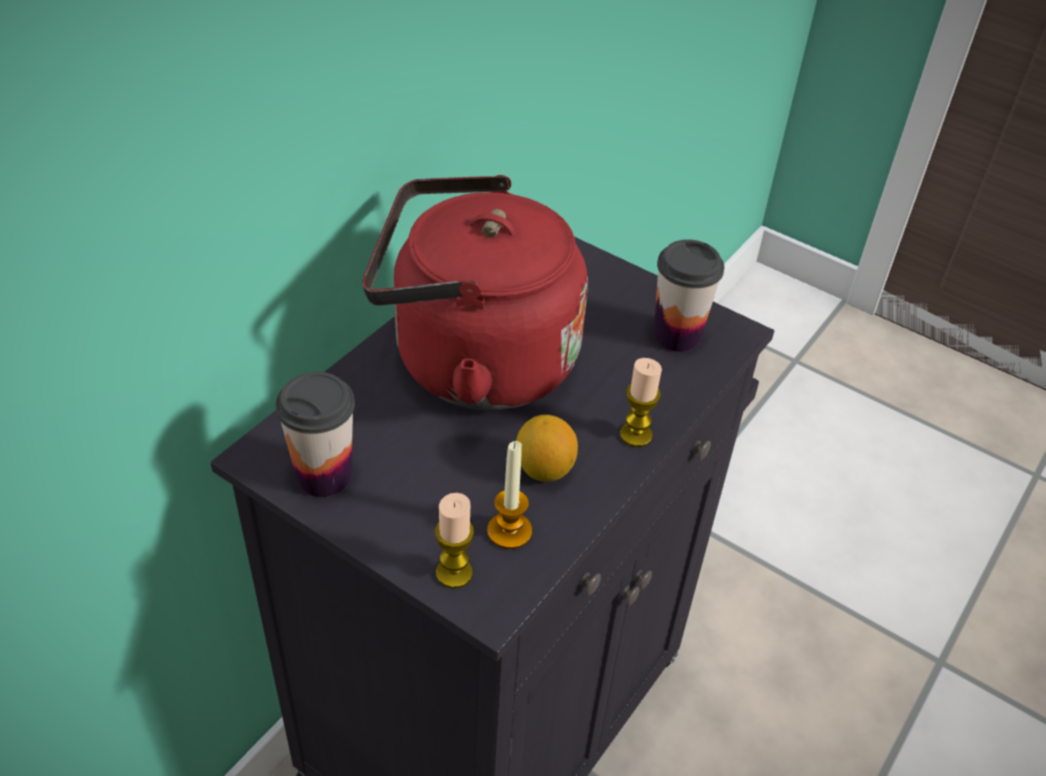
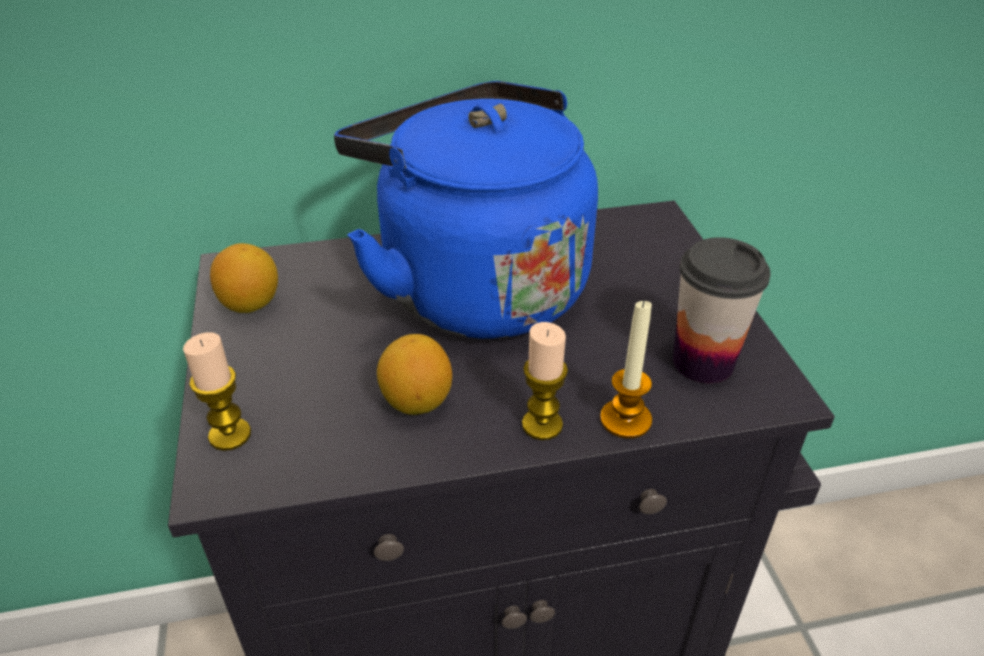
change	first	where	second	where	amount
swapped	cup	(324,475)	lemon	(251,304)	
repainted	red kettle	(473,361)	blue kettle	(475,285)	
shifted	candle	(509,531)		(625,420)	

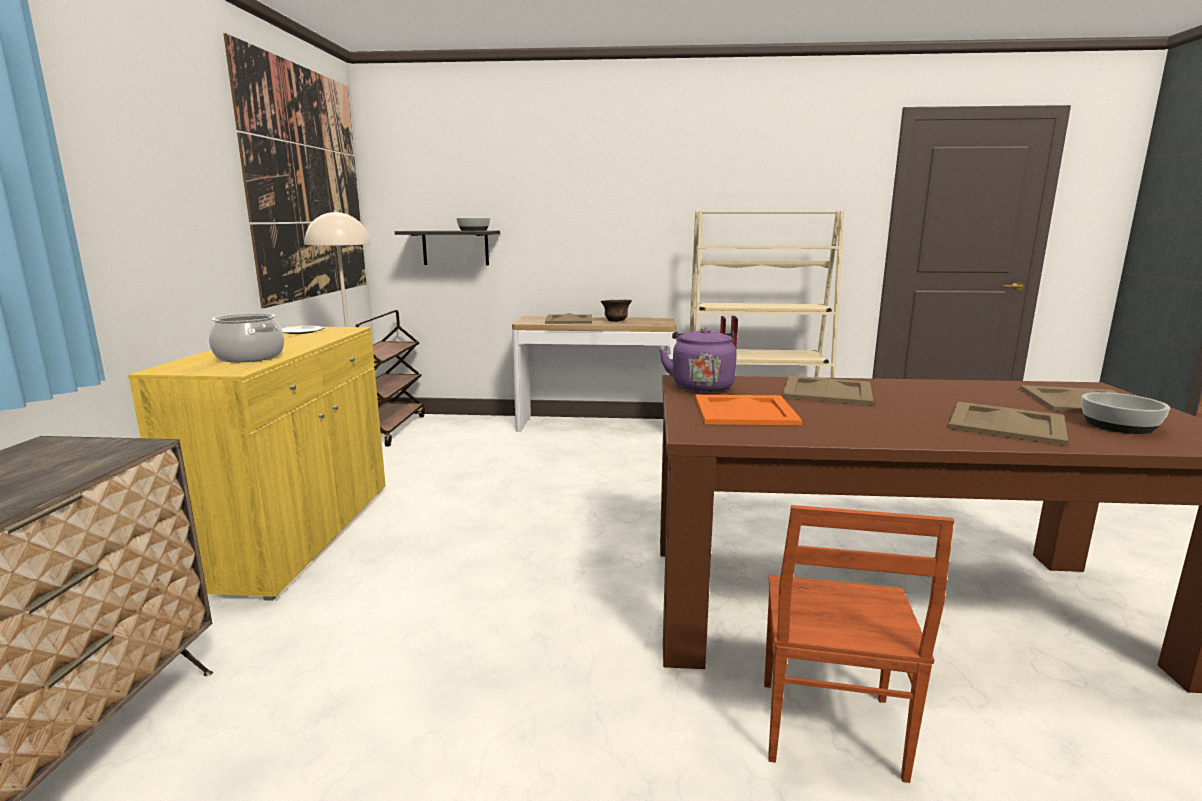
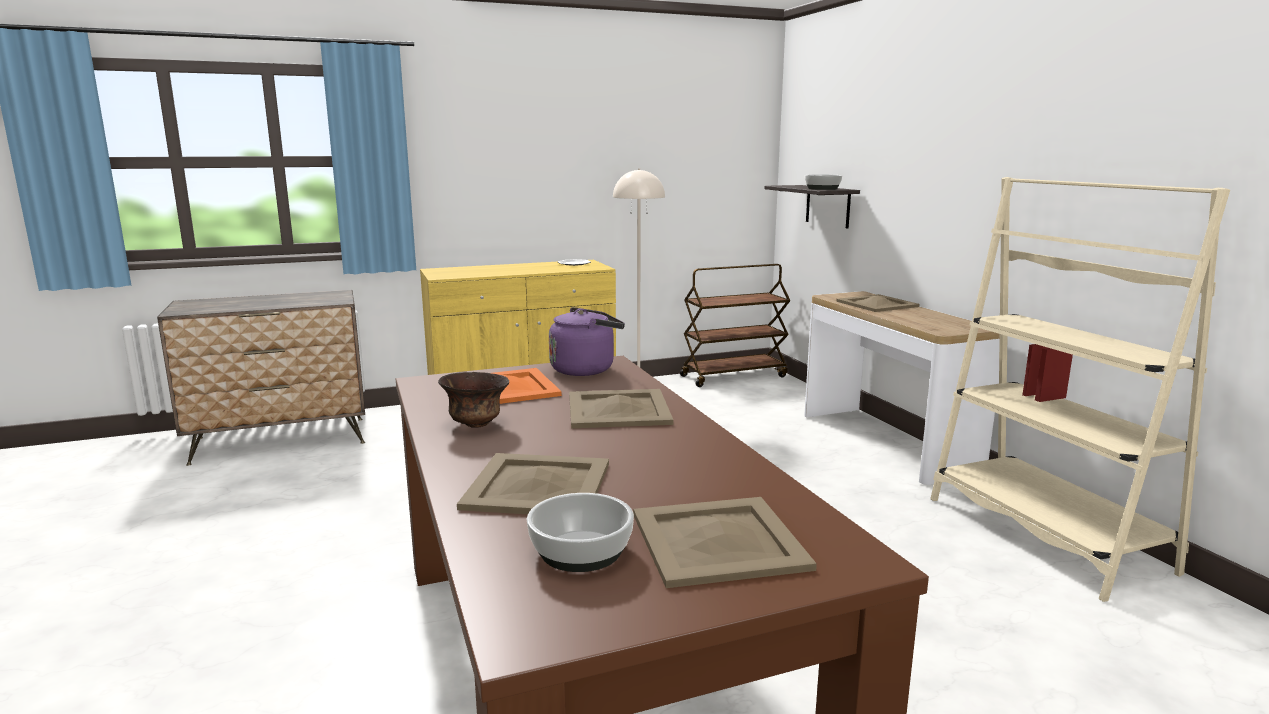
change	first	where	second	where	amount
shifted	brown bowl	(616,321)		(476,424)	
gone	cooking pot	(249,357)			
gone	picture	(308,184)			
gone	brown chair	(827,730)			

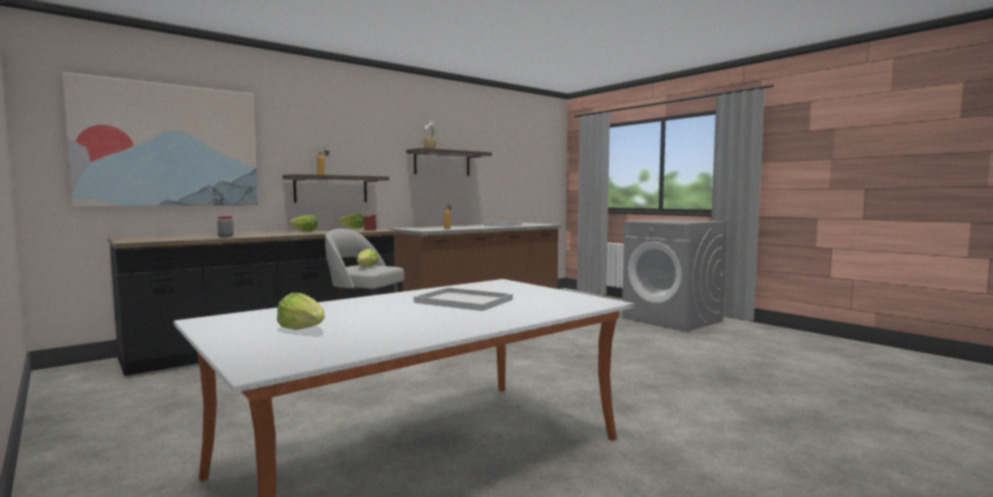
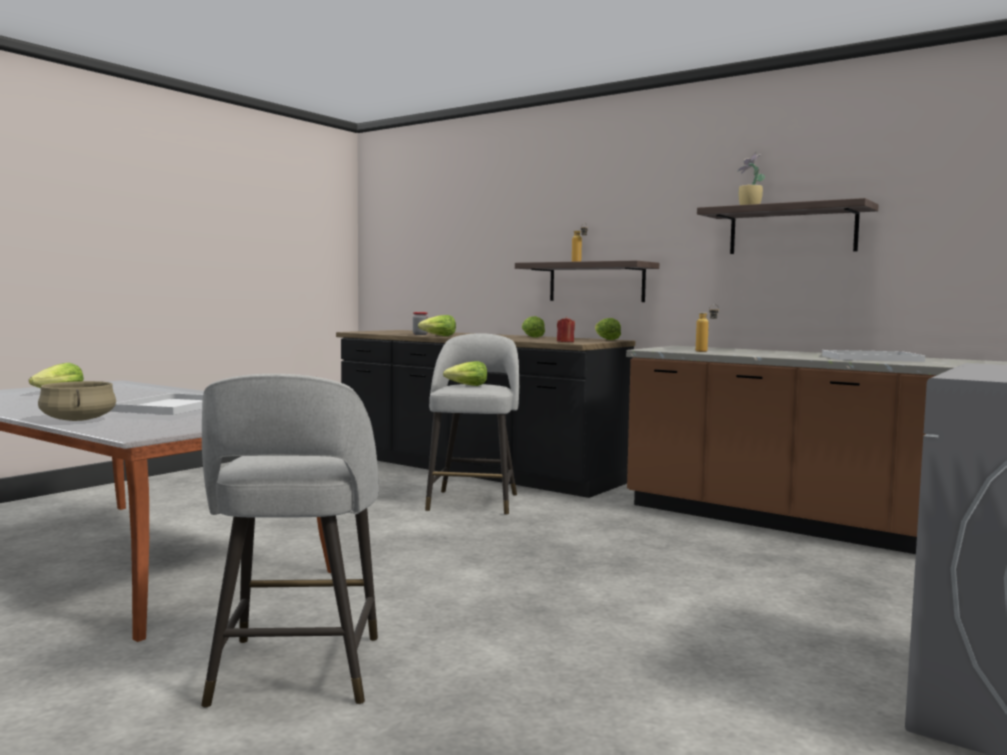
change	first	where	second	where	amount
new			beige cooking pot	(77,420)	
new			grey stool	(295,673)	
new			lettuce	(438,336)	
gone	picture	(169,145)			

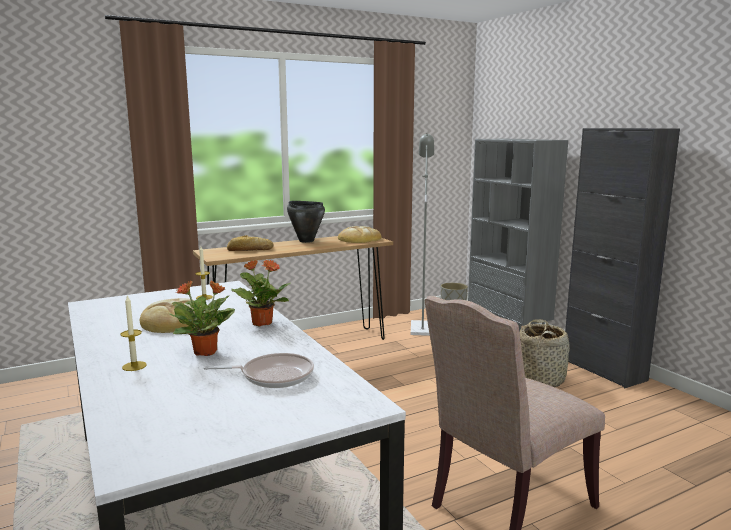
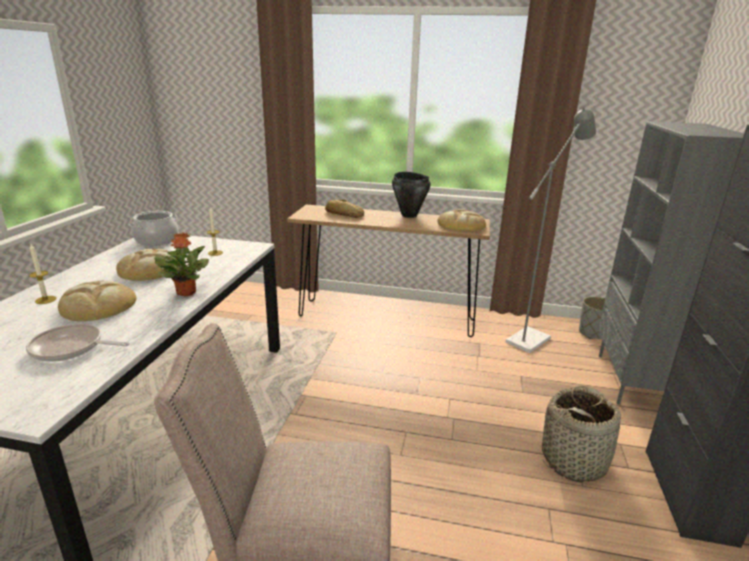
change	first	where	second	where	amount
rotated	frying pan	(273,376)		(71,348)	150 degrees clockwise
swapped	potted plant	(206,352)	bread	(98,306)	
new			cooking pot	(157,240)	

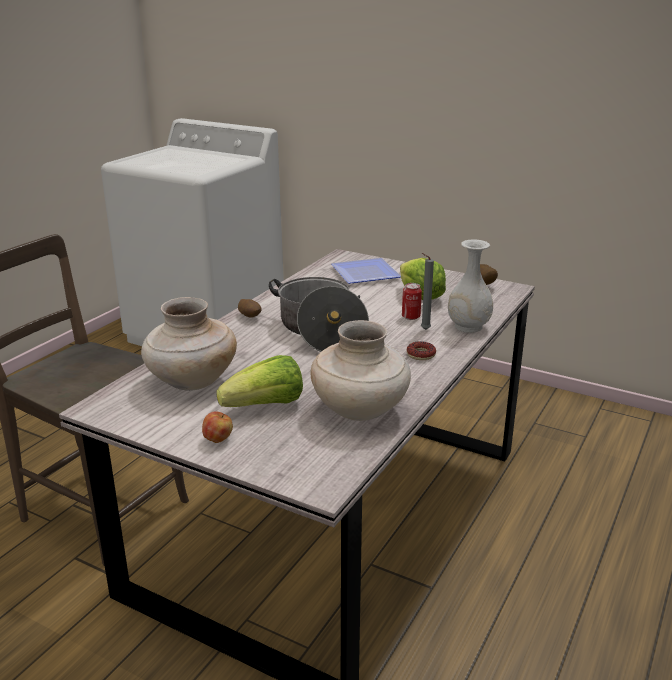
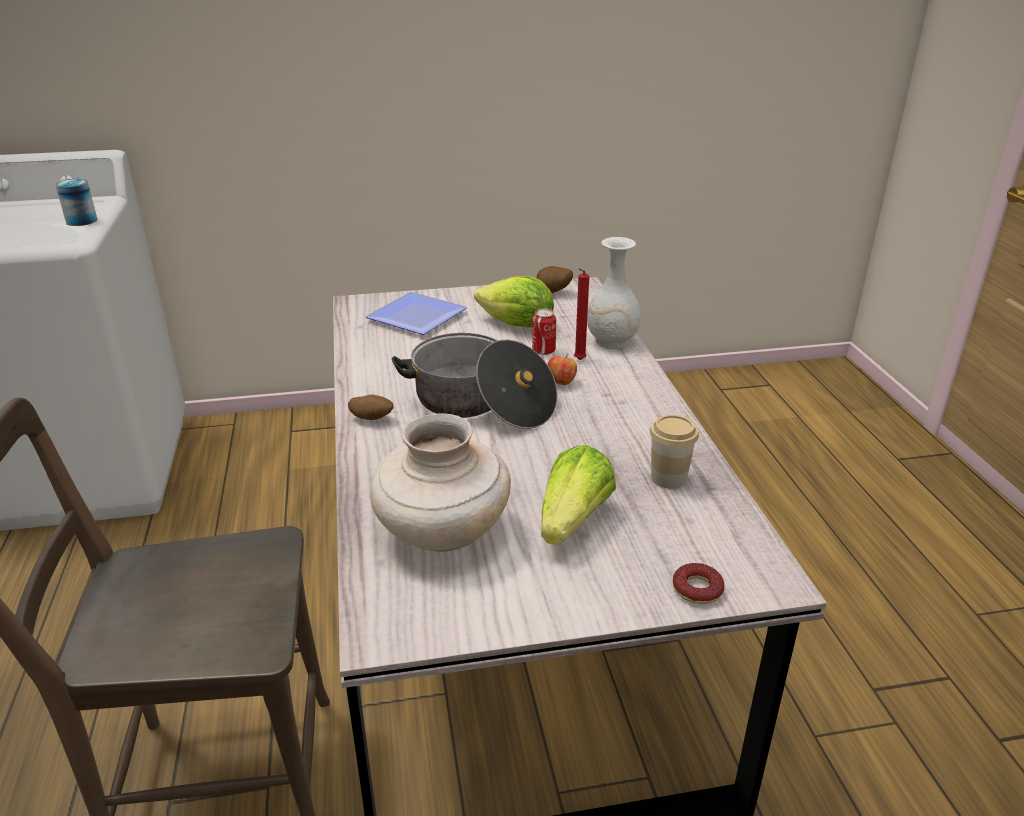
change	first	where	second	where	amount
new			can	(81,221)	
shifted	apple	(218,439)		(561,382)	
repainted	grey candle	(423,330)	red candle	(578,360)	
swapped	beige vase	(360,411)	cup	(668,478)	
shifted	donut	(421,354)		(697,589)	

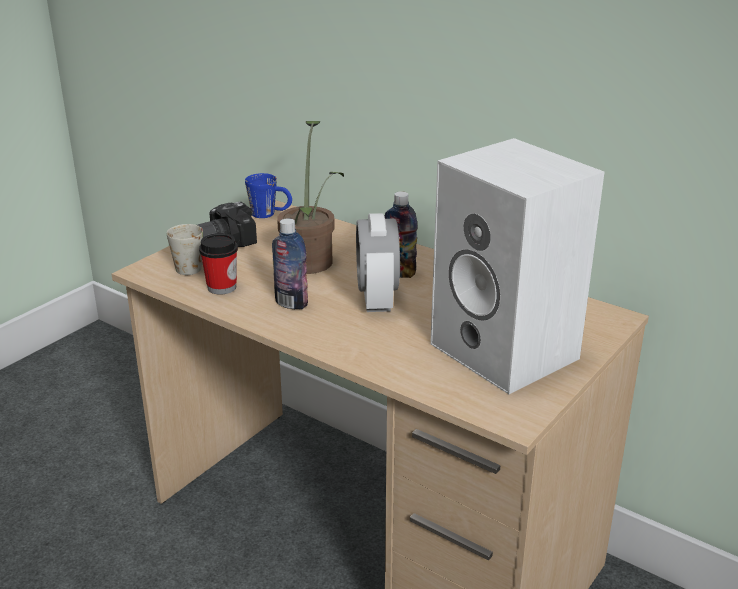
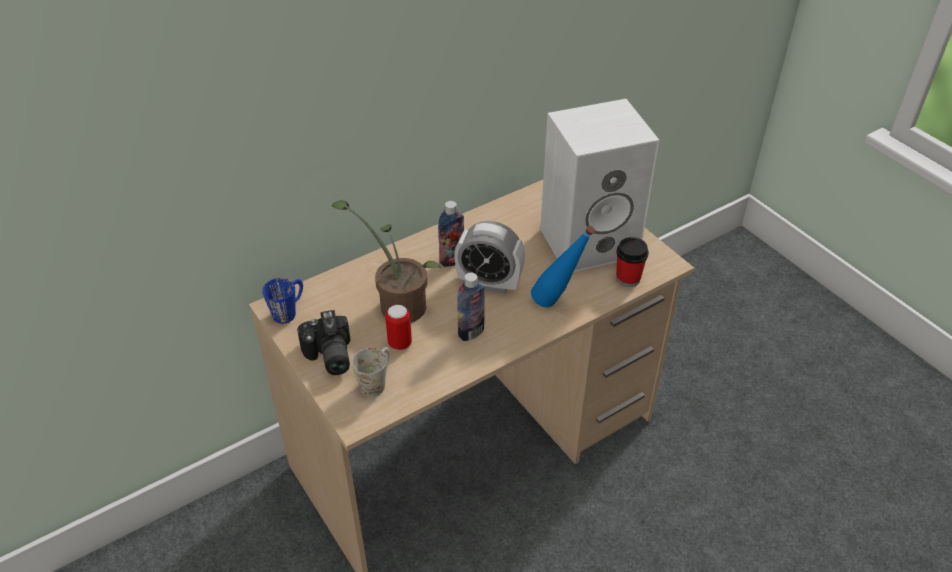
change	first	where	second	where	amount
new			can	(400,343)	
new			blue bottle	(558,305)	
shifted	cup	(222,287)		(628,279)	

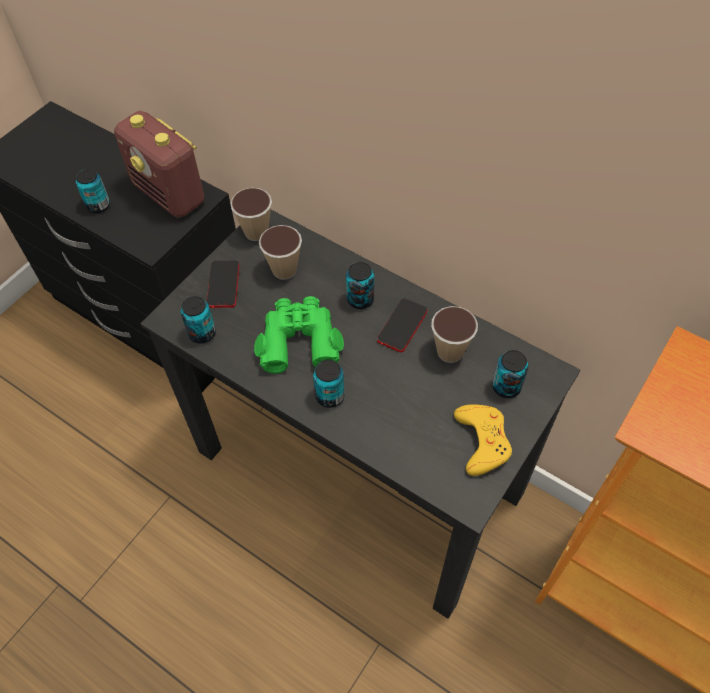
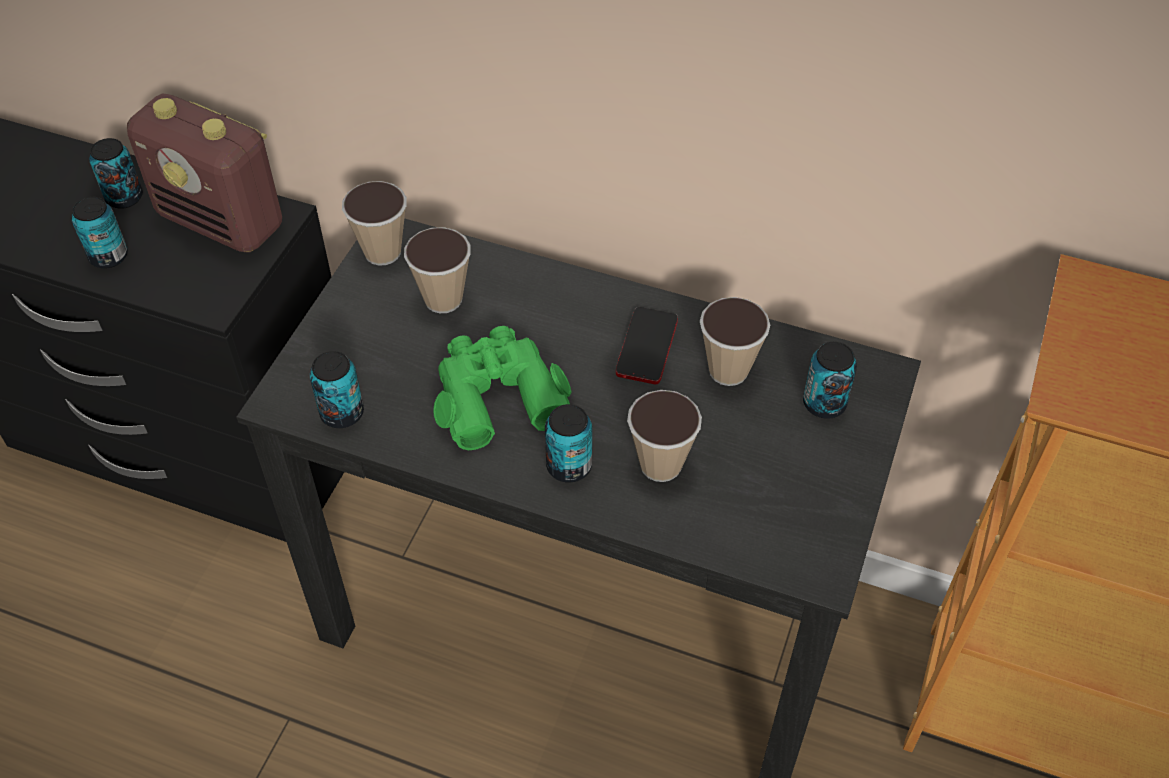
change	first	where	second	where	amount
shifted	can	(360,299)		(124,197)	
new			cup	(660,465)	
gone	phone	(223,285)			
gone	yellow game controller	(482,441)			

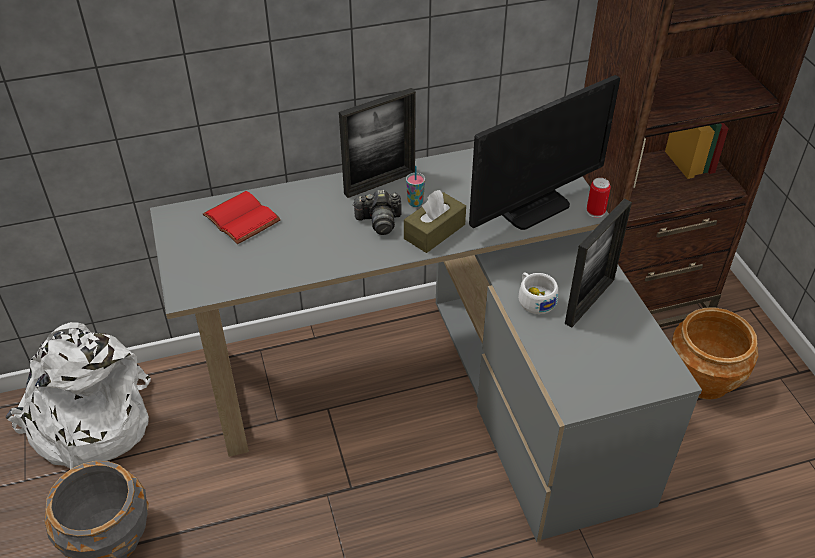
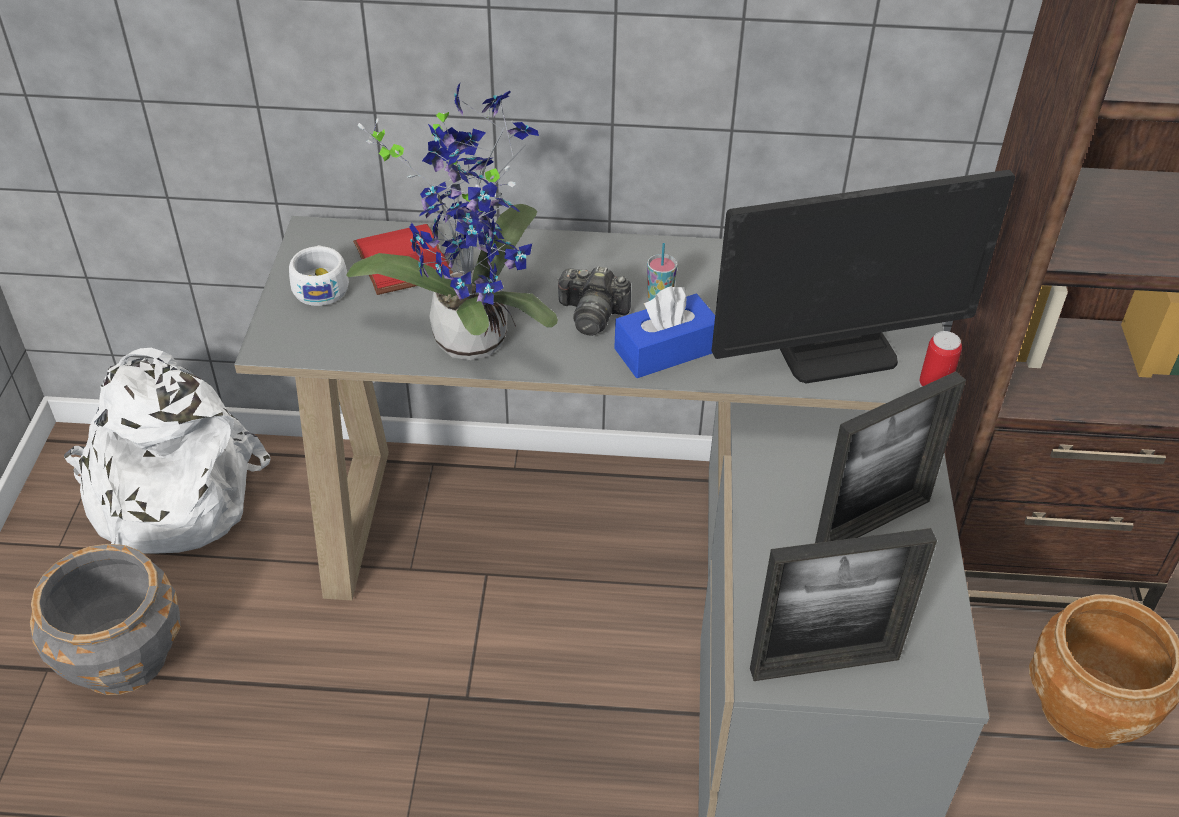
change	first	where	second	where	amount
shifted	white cup	(534,299)		(321,286)	
new			potted plant	(472,332)	
repainted	brown tissue box	(434,231)	blue tissue box	(665,350)	
shifted	picture frame	(379,183)		(824,664)	

